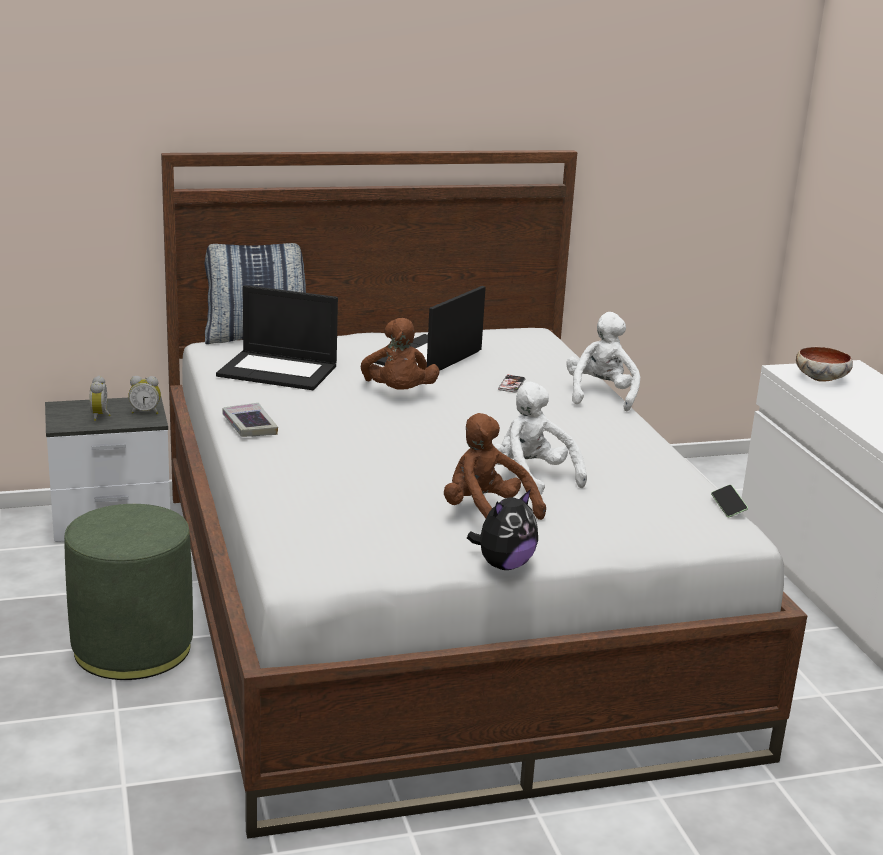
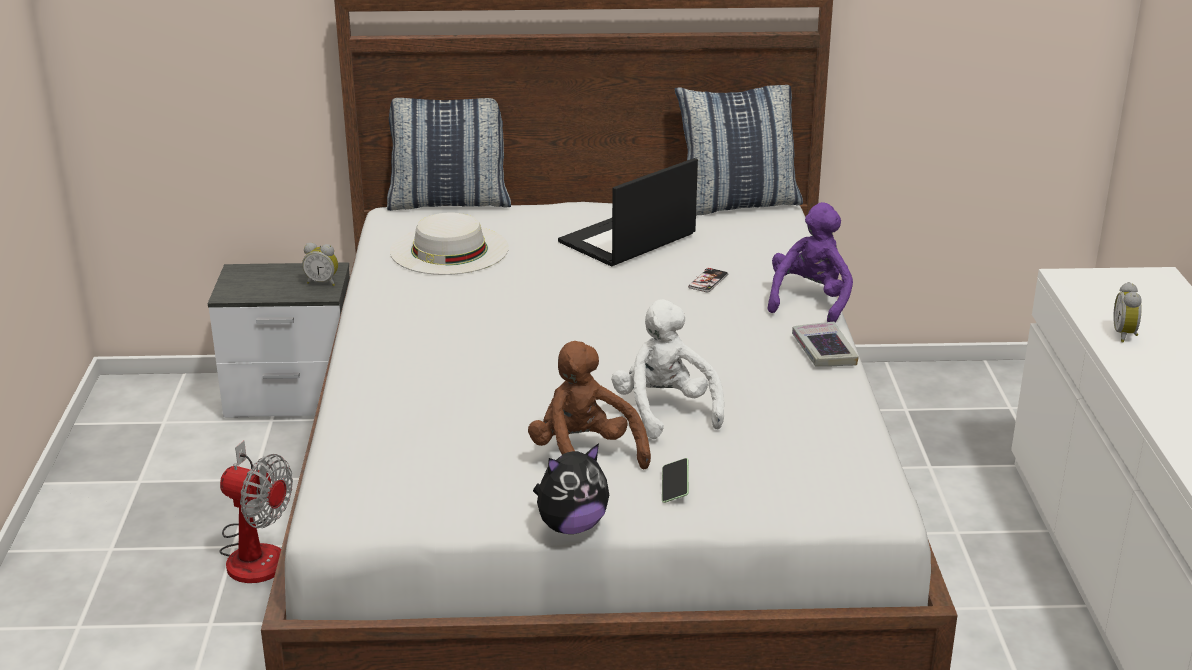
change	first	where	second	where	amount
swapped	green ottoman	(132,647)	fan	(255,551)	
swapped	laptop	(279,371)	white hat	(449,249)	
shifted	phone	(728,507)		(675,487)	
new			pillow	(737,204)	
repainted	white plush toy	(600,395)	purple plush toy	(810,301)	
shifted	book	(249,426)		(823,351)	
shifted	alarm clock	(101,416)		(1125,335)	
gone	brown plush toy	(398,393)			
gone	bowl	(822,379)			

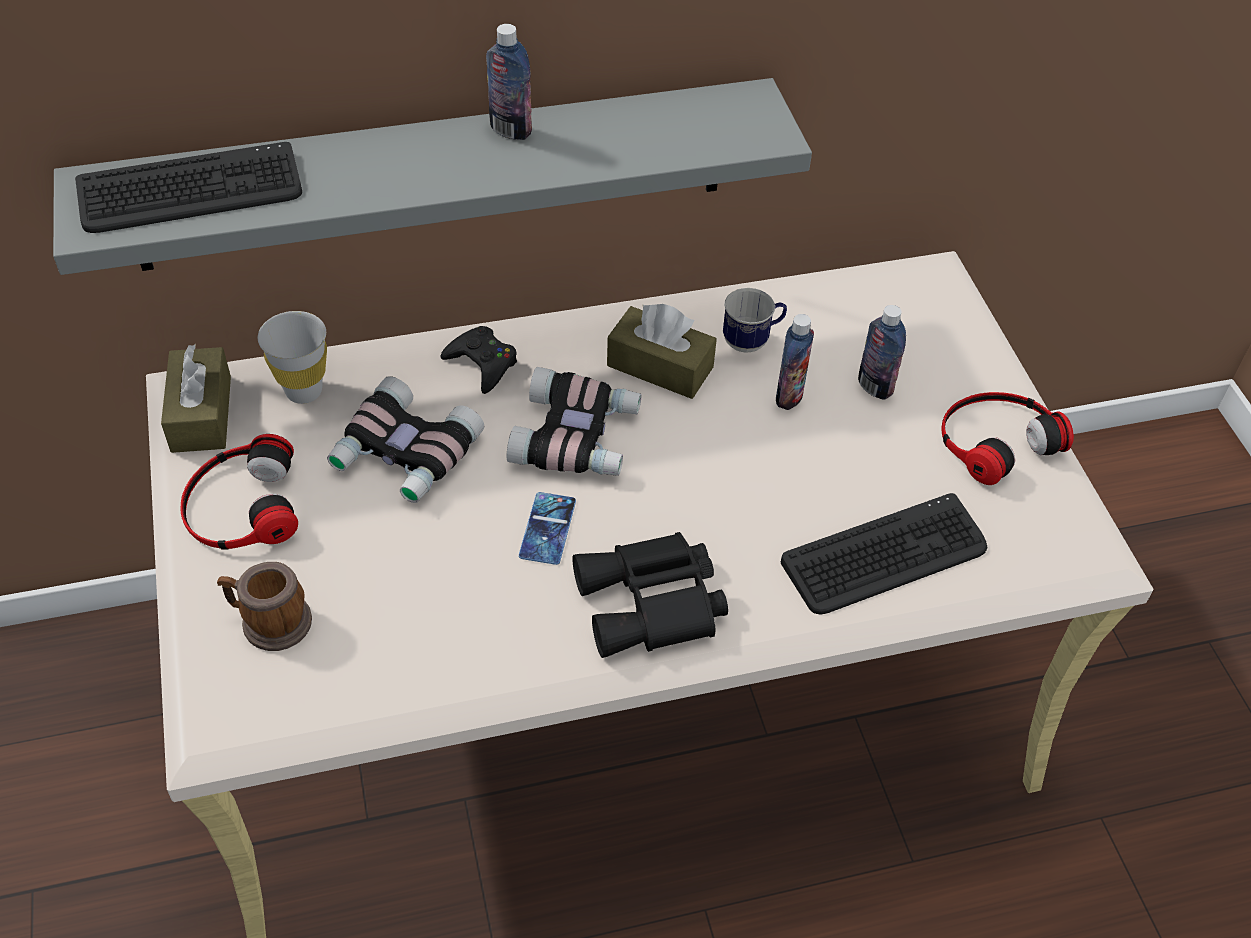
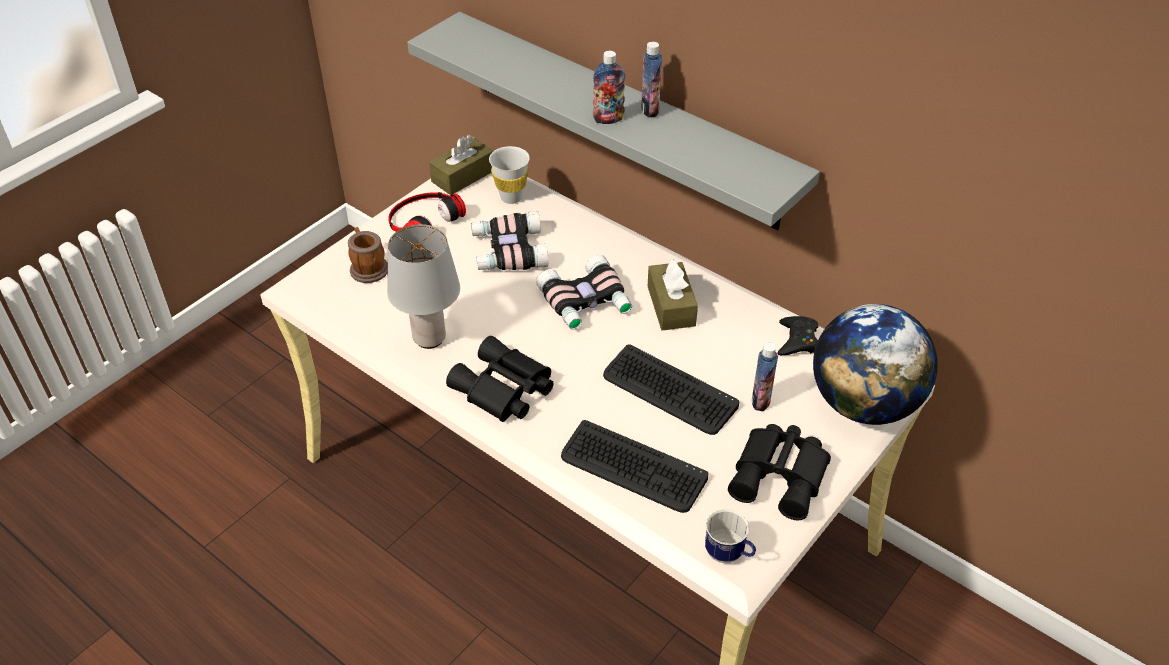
change	first	where	second	where	amount
new			grey table lamp	(428,338)	
shifted	bottle	(789,396)		(608,119)	
shifted	keyboard	(191,191)		(669,391)	
shifted	mug	(752,341)		(729,555)	
swapped	headphones	(995,439)	black binoculars	(781,476)	
shifted	black game controller	(482,364)		(797,340)	
new			globe	(864,404)	
gone	phone	(547,528)			

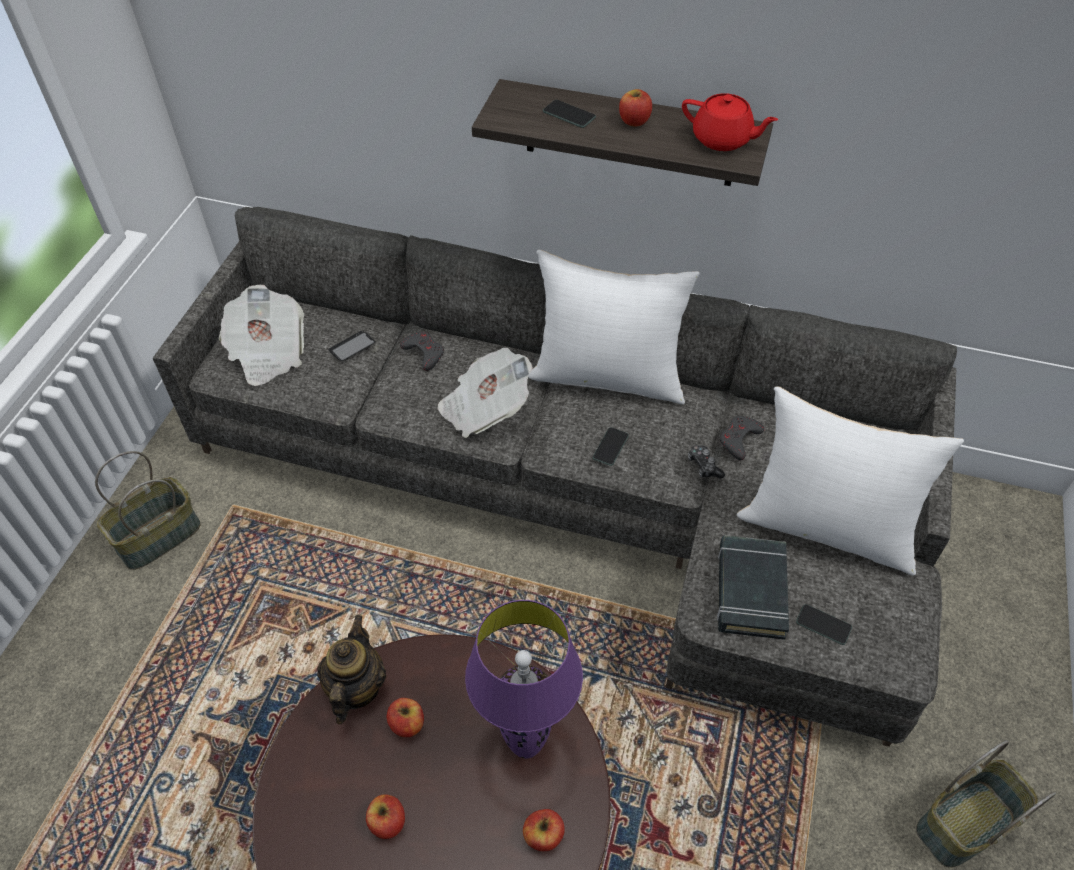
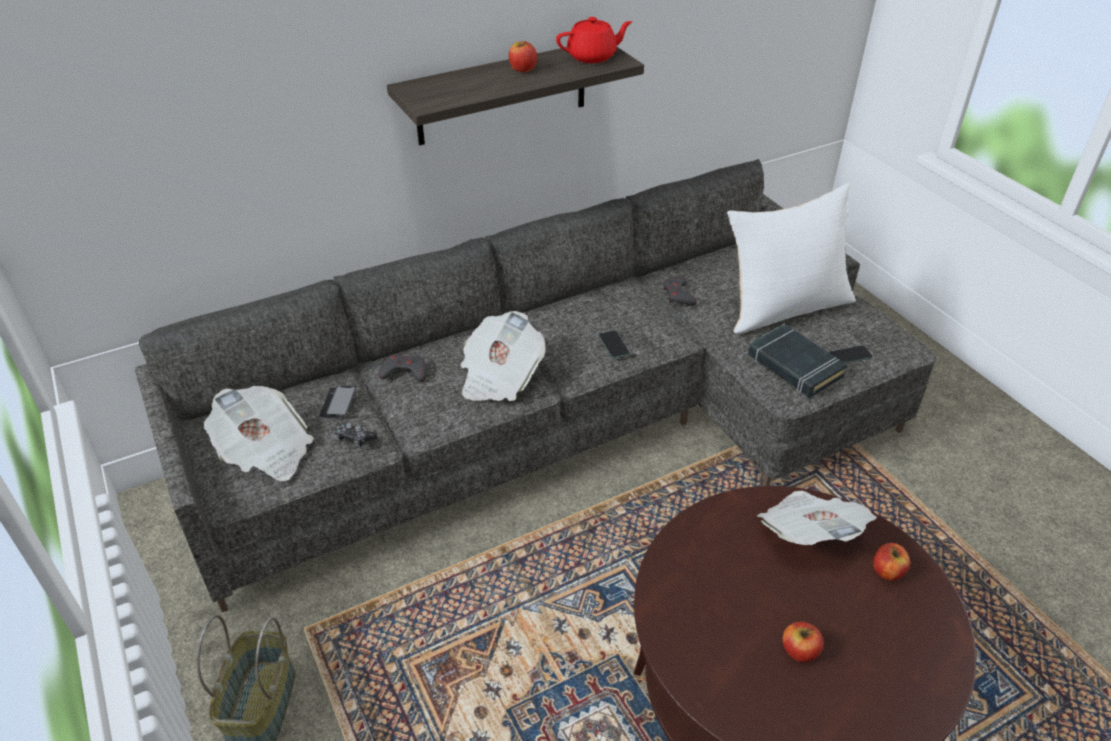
change	first	where	second	where	amount
shifted	game controller	(704,466)		(354,439)	
swapped	purple table lamp	(526,744)	newspaper	(809,534)	
gone	teapot	(355,688)			
gone	apple	(407,724)			
gone	white pillow	(608,375)			
gone	phone	(569,114)			
gone	basket	(964,825)			

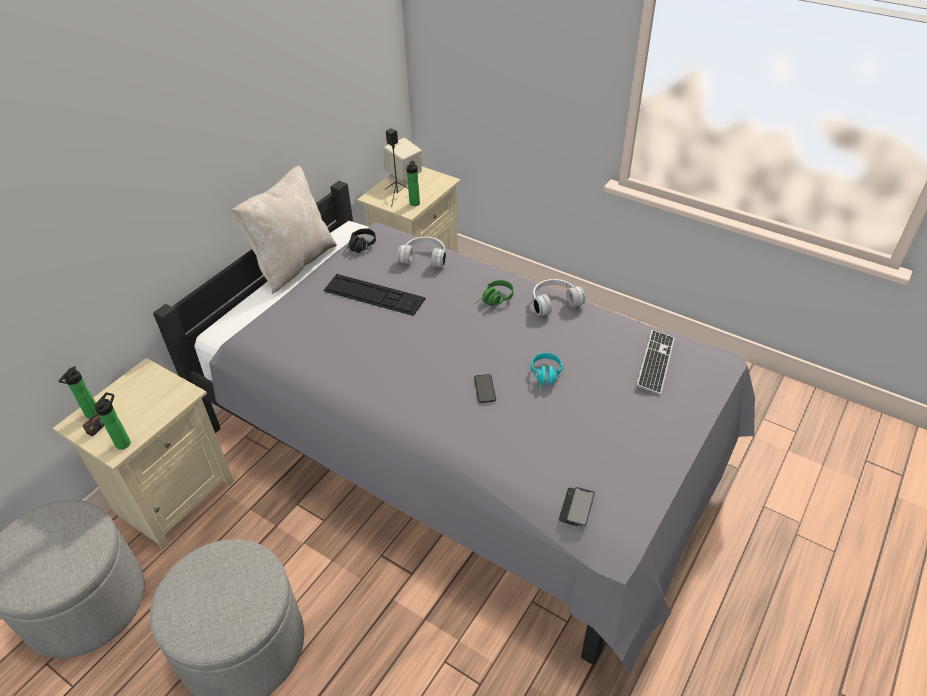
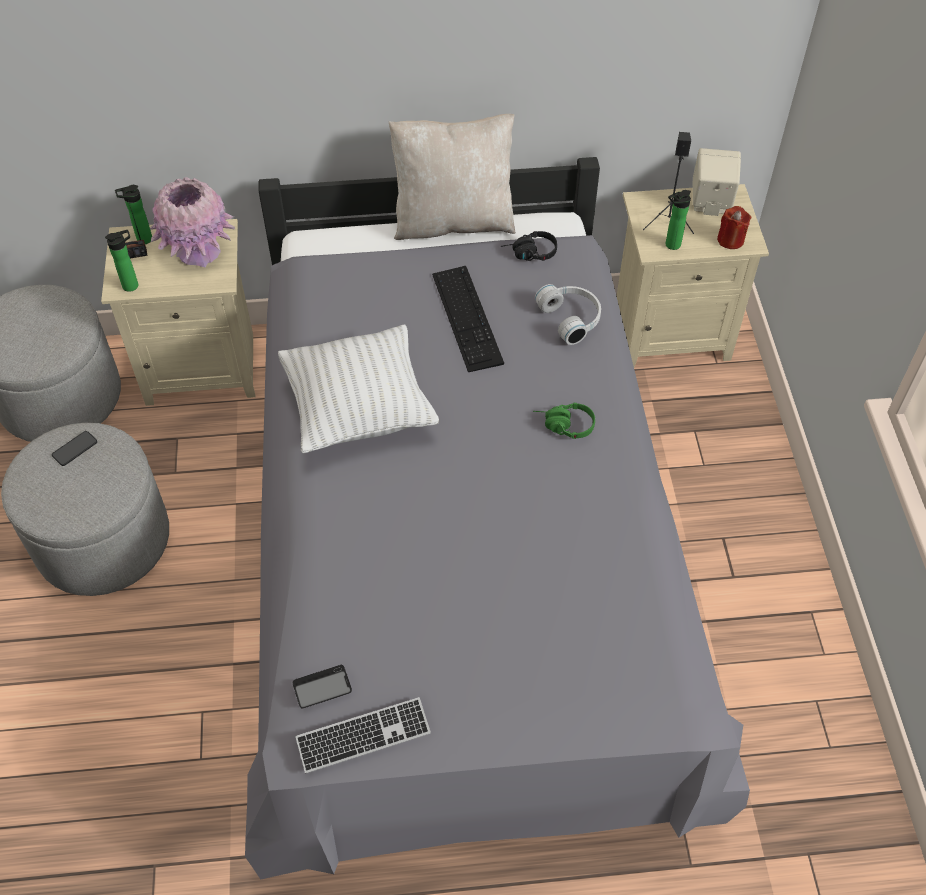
change	first	where	second	where	amount
shifted	phone	(485,389)		(75,449)	
new			pink vase	(199,252)	
new			white pillow	(359,410)	
shifted	keyboard	(655,363)		(363,736)	
new			red candle	(730,240)	
gone	turquoise headphones	(546,378)			
gone	white headphones	(553,302)			

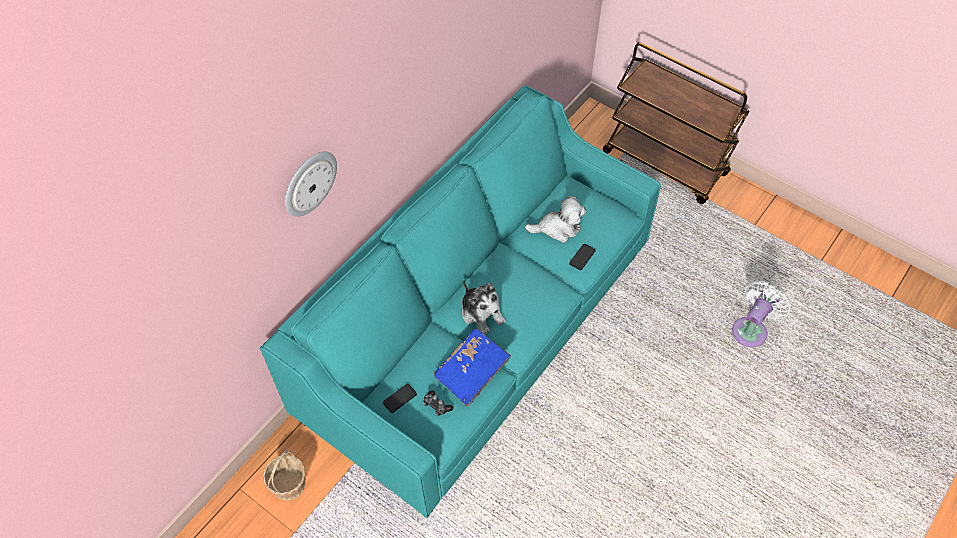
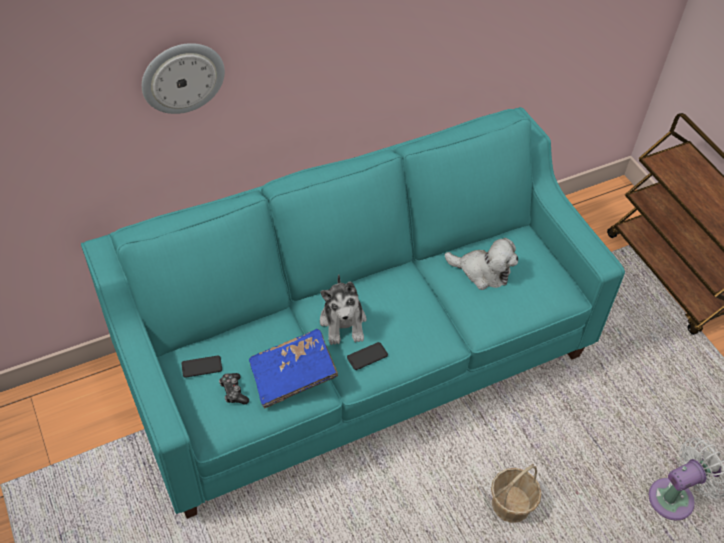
change	first	where	second	where	amount
shifted	phone	(582,257)		(367,356)	
shifted	basket	(289,484)		(511,504)	

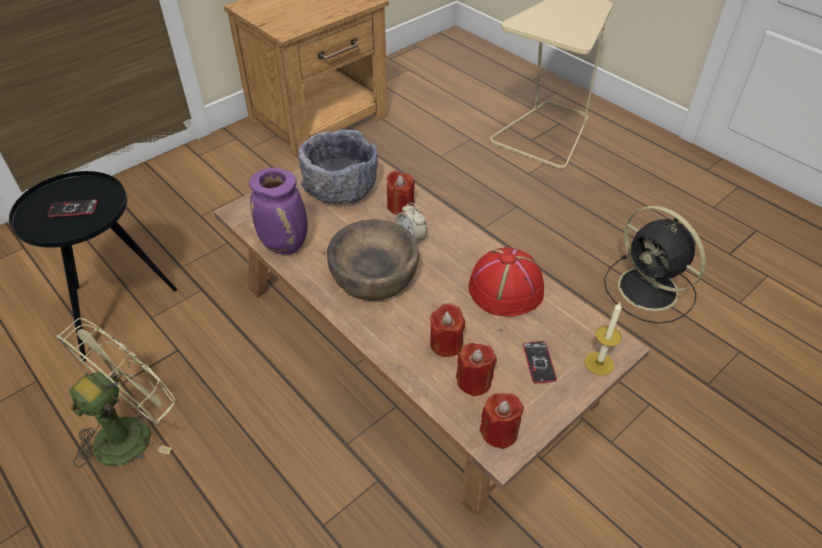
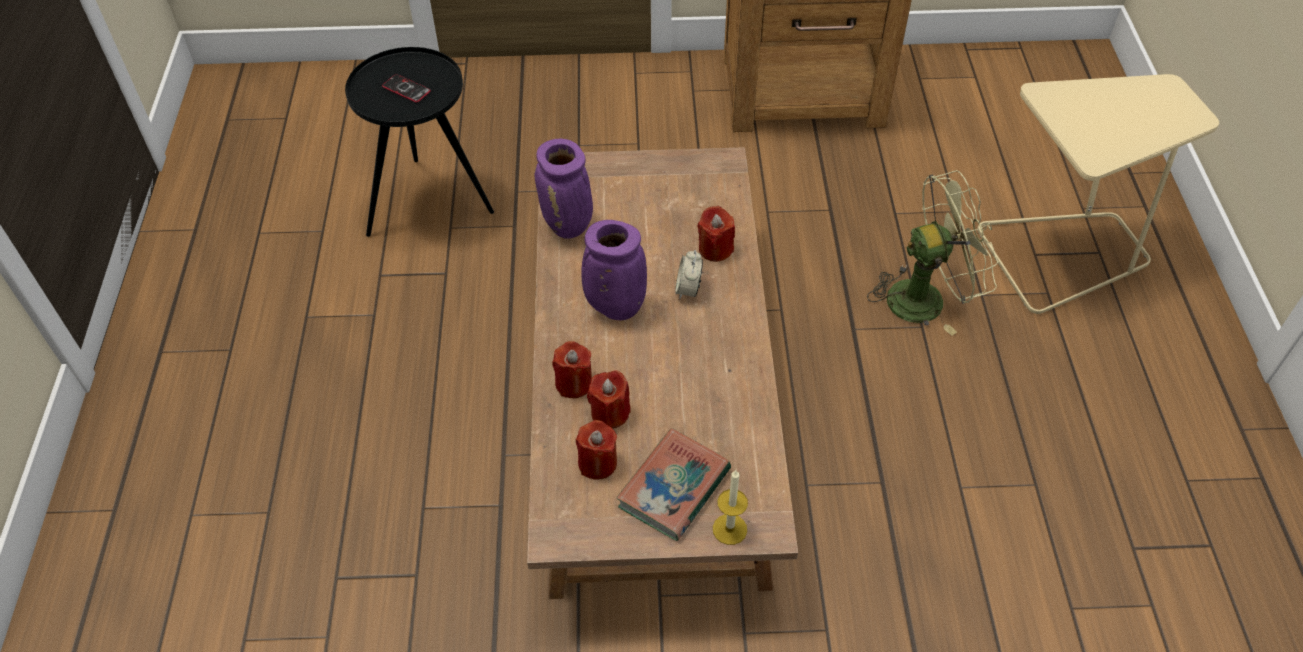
change	first	where	second	where	amount
shifted	red candle	(499,432)		(574,383)	
swapped	brown bowl	(374,277)	purple vase	(614,307)	
swapped	phone	(539,362)	book	(674,488)	
shifted	green fan	(132,430)		(926,297)	
gone	grey bowl	(340,188)			
gone	red hat	(506,288)			
gone	black fan	(650,290)			

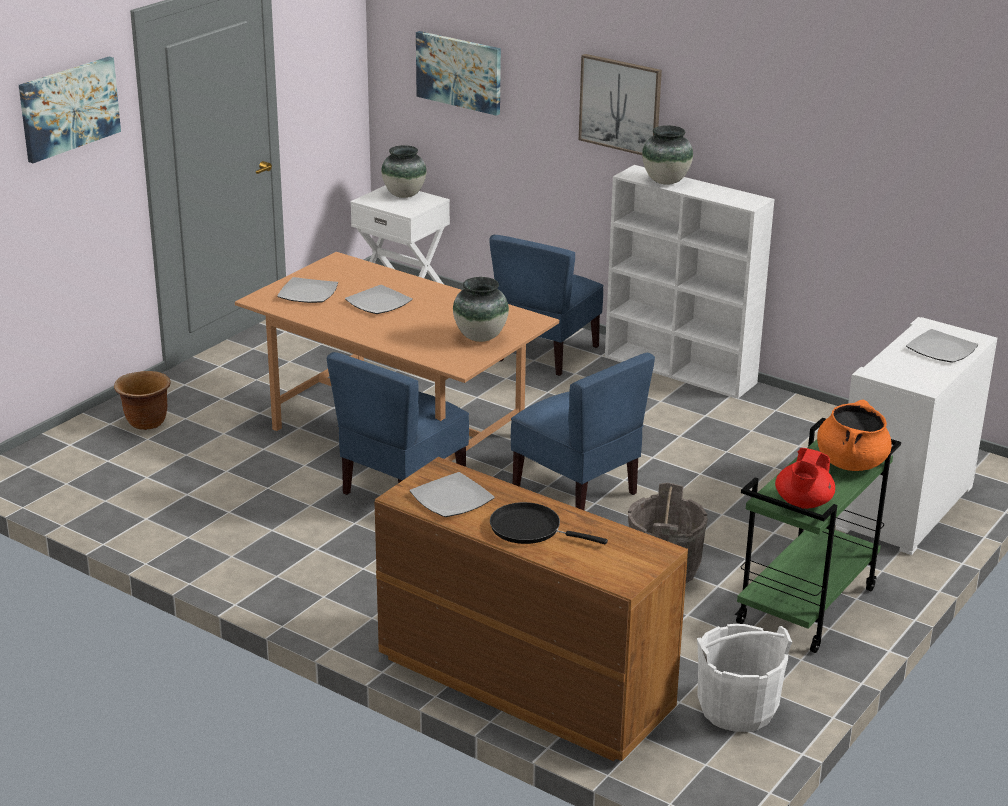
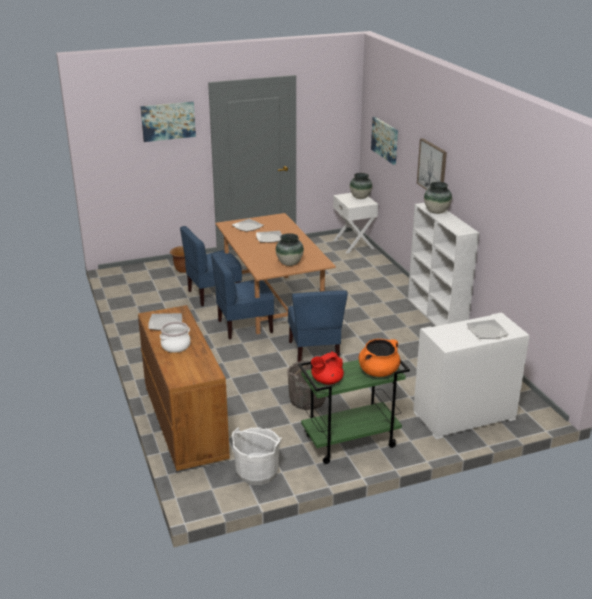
change	first	where	second	where	amount
swapped	black frying pan	(530,529)	cooking pot	(175,346)	
shifted	blue chair	(546,353)		(213,294)	

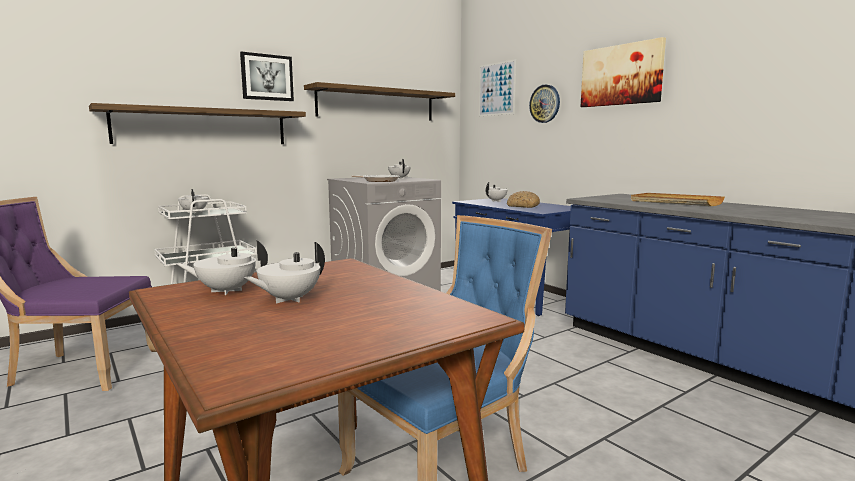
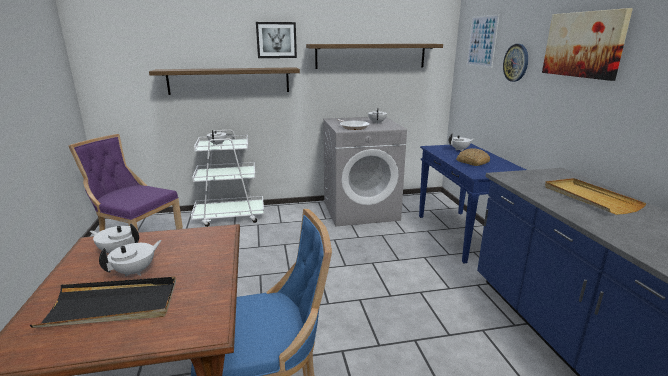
change	first	where	second	where	amount
new			black tray	(112,306)	
rotated	white teapot	(289,299)		(135,271)	150 degrees clockwise

